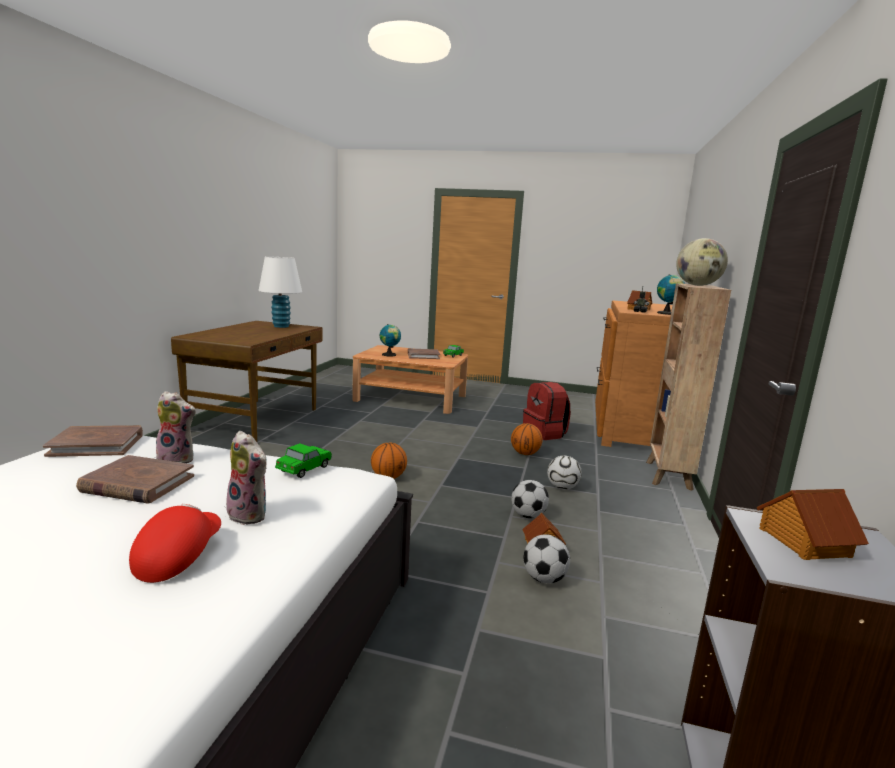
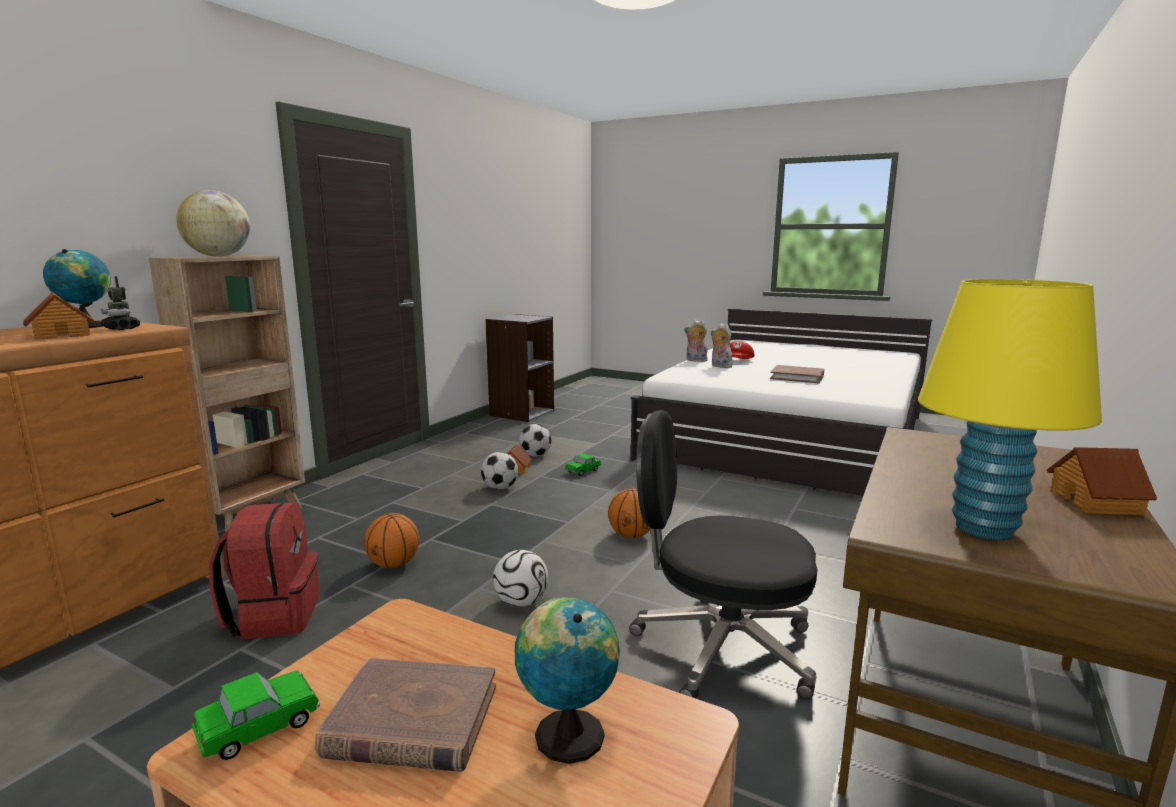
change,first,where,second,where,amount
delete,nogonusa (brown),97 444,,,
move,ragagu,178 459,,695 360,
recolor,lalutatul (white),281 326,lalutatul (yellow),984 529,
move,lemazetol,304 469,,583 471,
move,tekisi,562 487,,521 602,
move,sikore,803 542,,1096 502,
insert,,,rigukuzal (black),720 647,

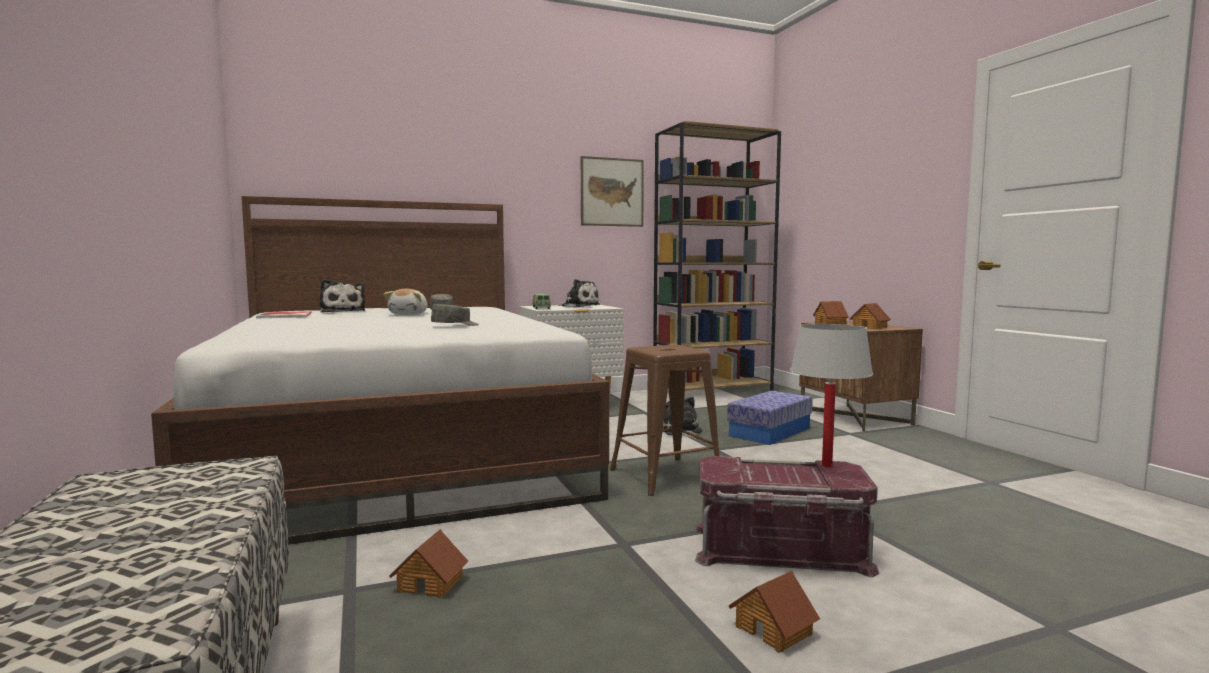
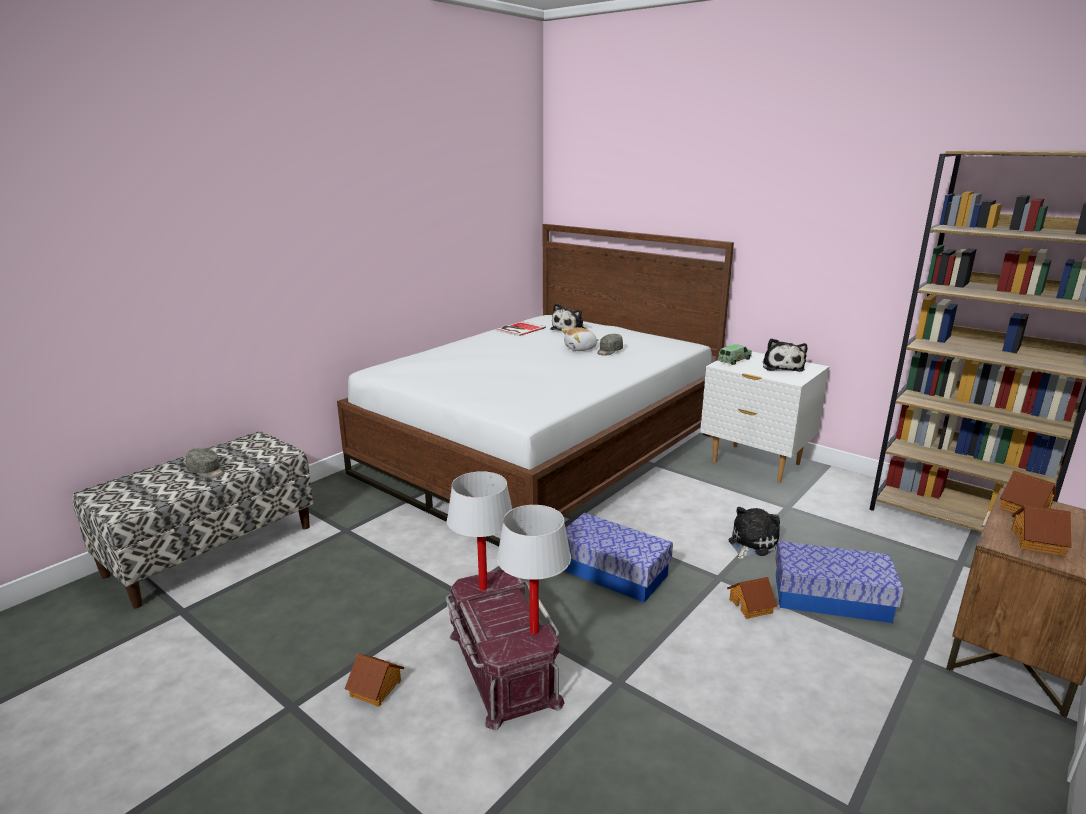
change,first,where,second,where,amount
move,sikore,431 583,,751 606,
move,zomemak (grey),455 325,,207 471,
delete,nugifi,612 192,,,
replace,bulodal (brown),665 475,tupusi,612 572,
insert,,,lalutatul (white),483 588,

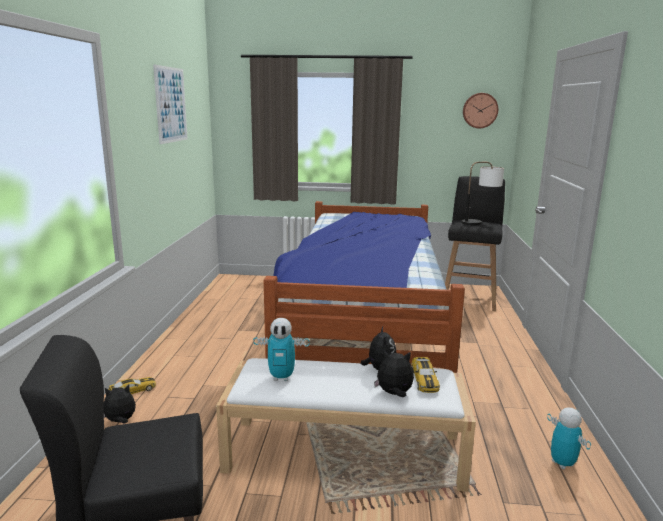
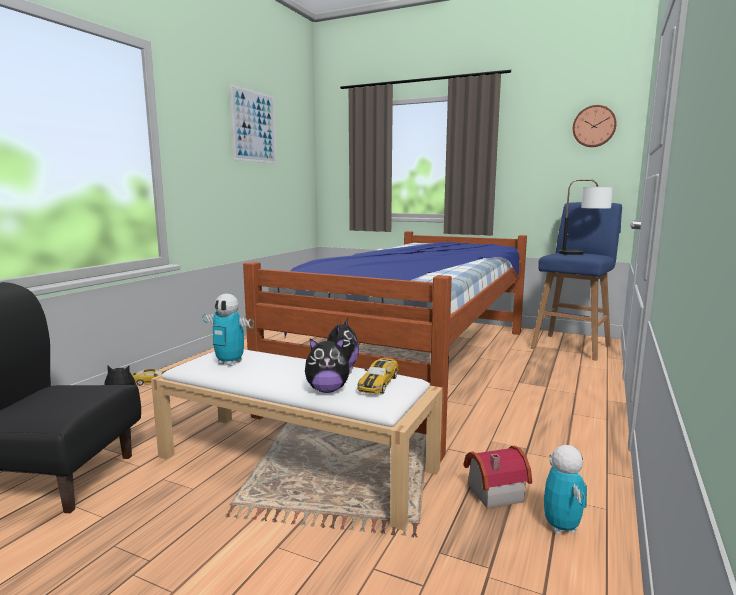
change,first,where,second,where,amount
rotate,ragagu,394 394,,327 390,150 degrees clockwise
recolor,bulodal (black),469 298,bulodal (blue),571 346,
insert,,,sikore,492 491,

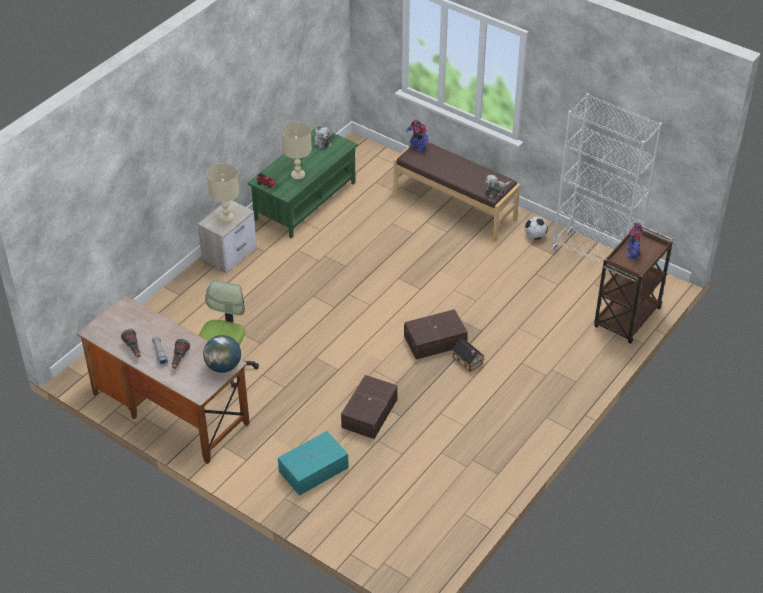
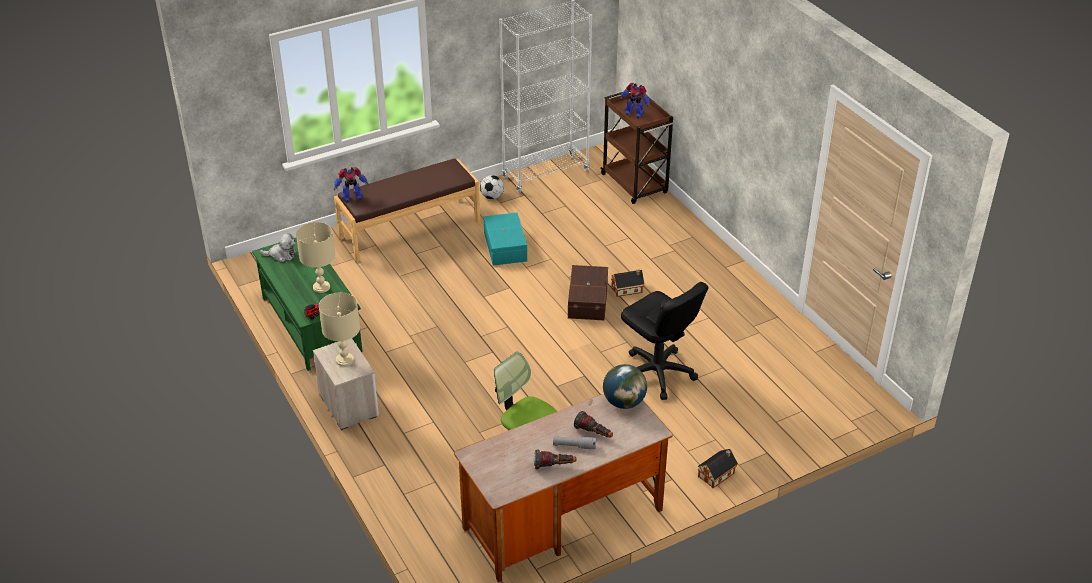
change,first,where,second,where,amount
move,tupusi (turquoise),312 469,,504 247,
replace,tupusi (brown),368 413,rigukuzal (black),657 373,
delete,ragagu,496 191,,,
insert,,,sikore,717 474,

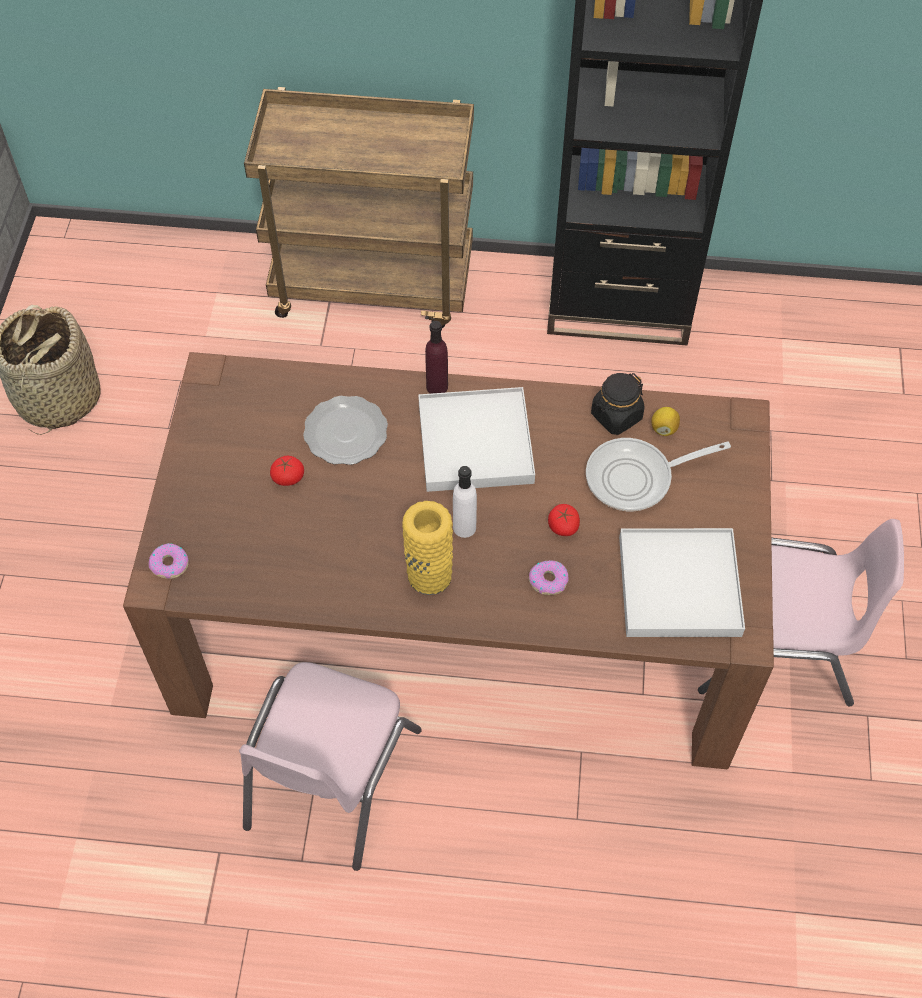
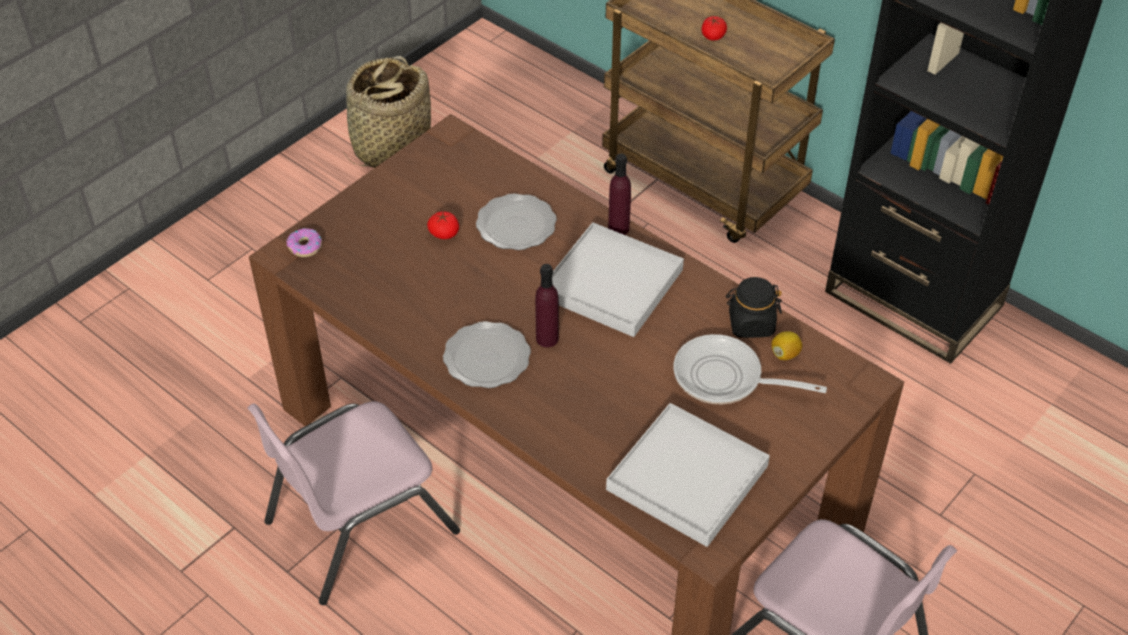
change,first,where,second,where,amount
replace,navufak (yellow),429 575,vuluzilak,488 357,
recolor,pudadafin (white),464 527,pudadafin (purple),547 338,
delete,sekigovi,548 580,,,
move,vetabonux,563 526,,713 36,

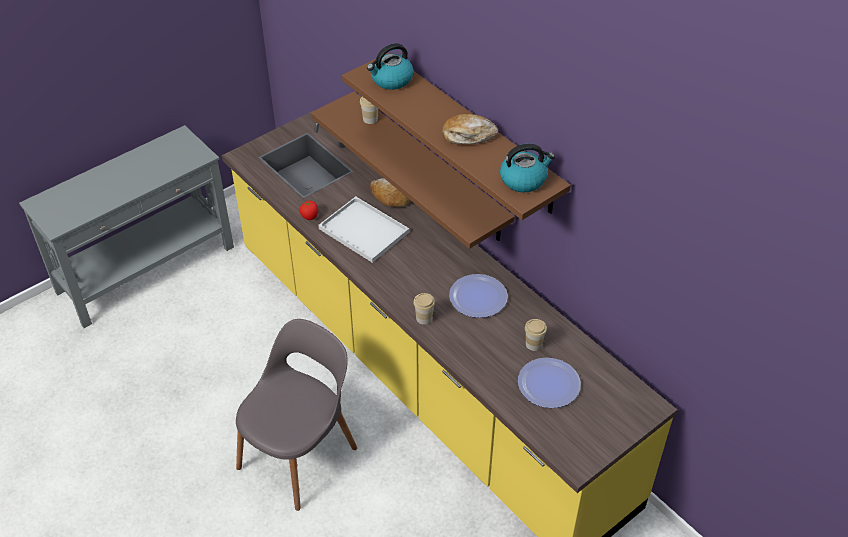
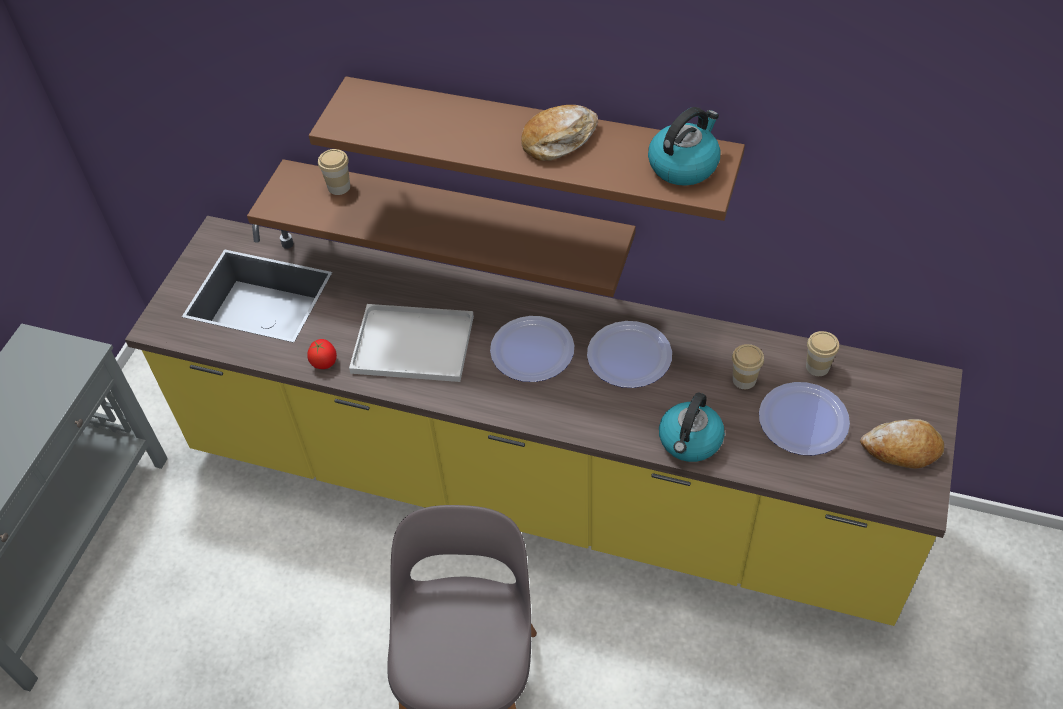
change,first,where,second,where,amount
move,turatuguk,391 80,,690 441,
move,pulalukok,390 197,,902 449,
move,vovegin,424 318,,817 367,
insert,,,vuluzilak,532 350,

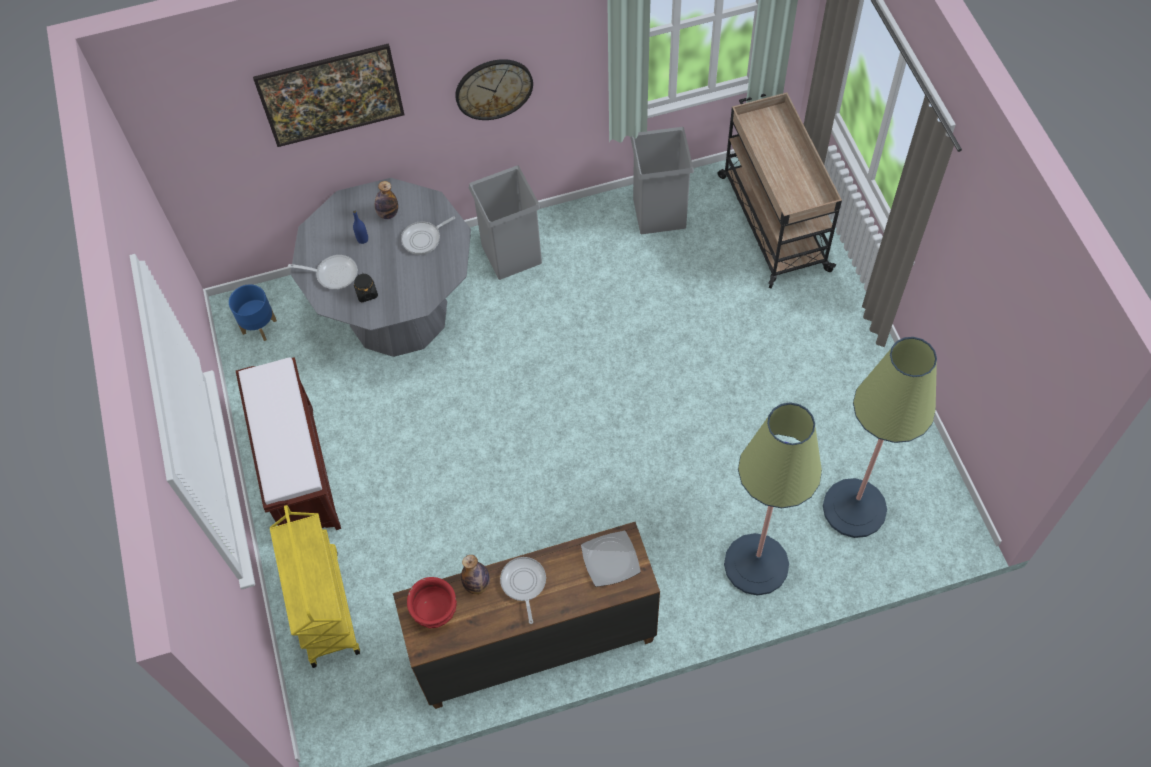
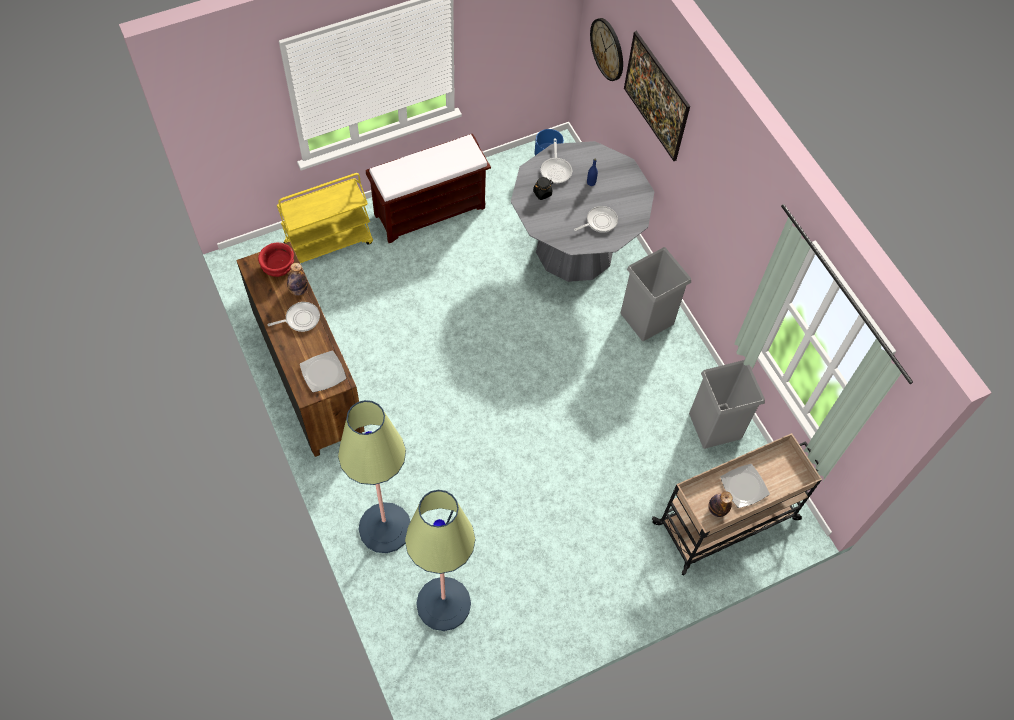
change,first,where,second,where,amount
move,pudadafin,388 213,,717 509,
rotate,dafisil,424 239,,599 222,105 degrees clockwise
move,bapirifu,493 88,,607 49,
insert,,,vuluzilak,744 487,

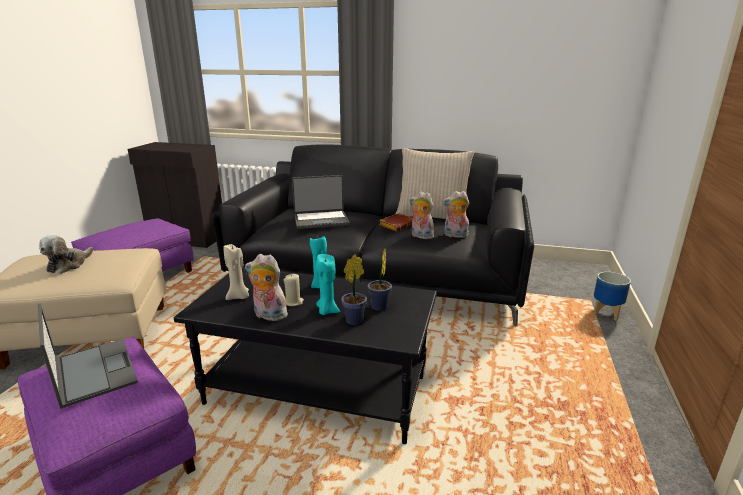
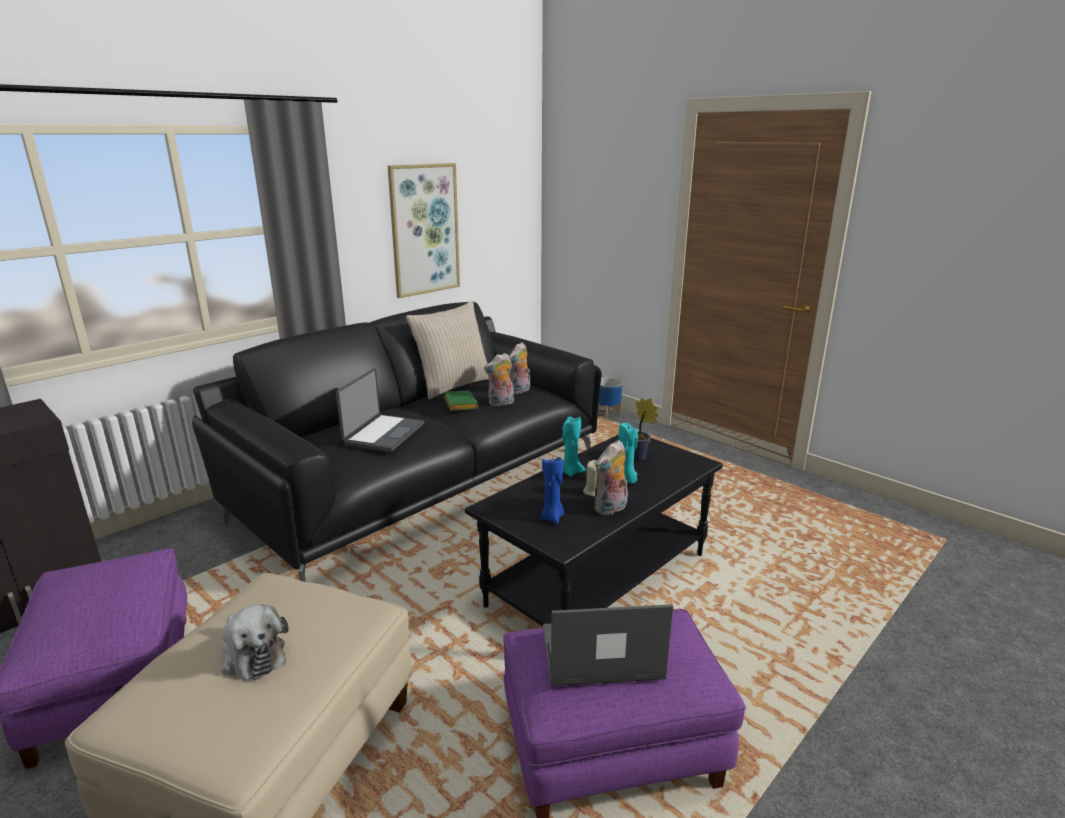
change,first,where,second,where,amount
recolor,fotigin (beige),239 297,fotigin (blue),552 517,
delete,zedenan,356 319,,,
recolor,nogonusa (brown),397 225,nogonusa (green),459 404,
insert,,,nugifi,424 230,

